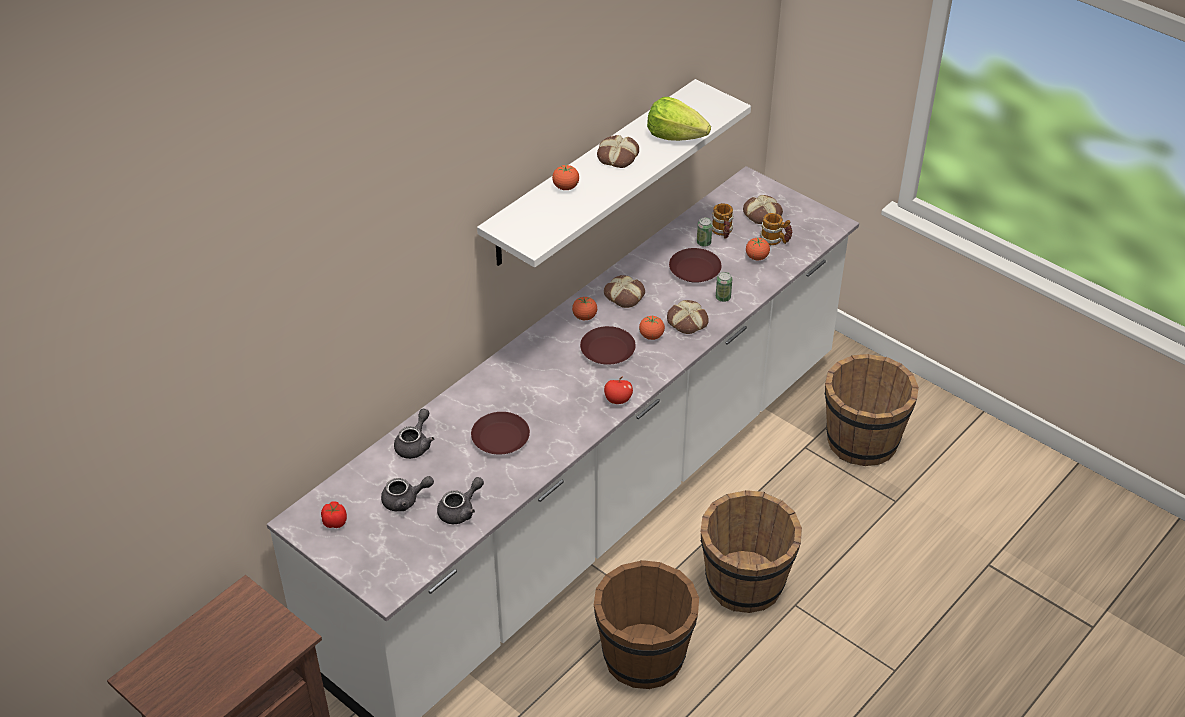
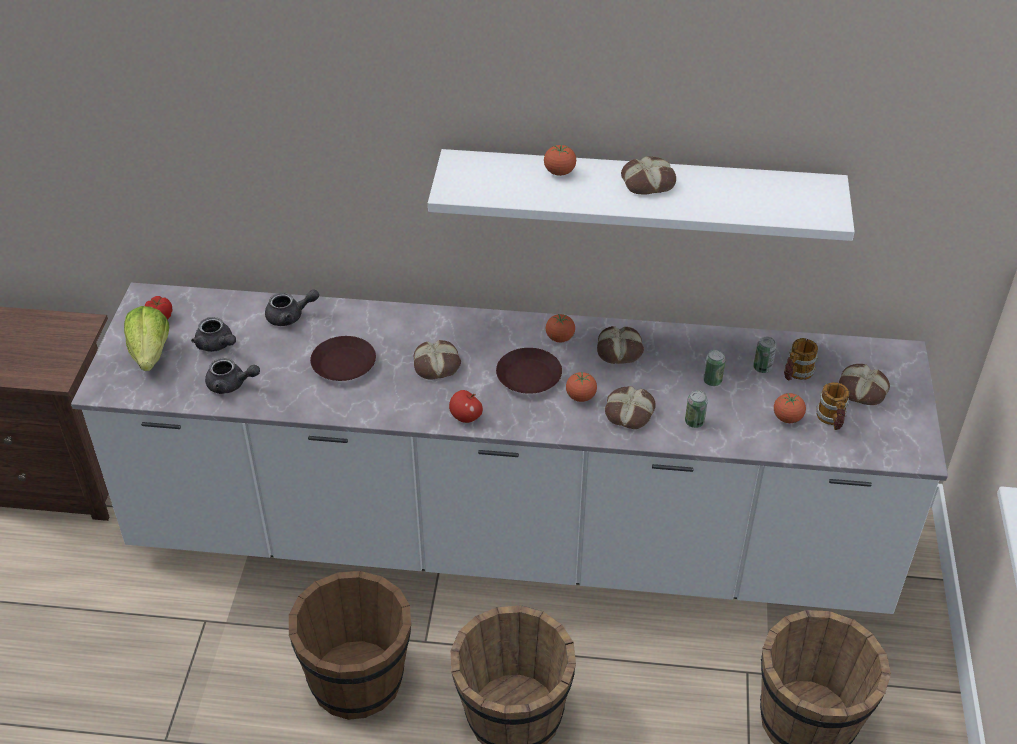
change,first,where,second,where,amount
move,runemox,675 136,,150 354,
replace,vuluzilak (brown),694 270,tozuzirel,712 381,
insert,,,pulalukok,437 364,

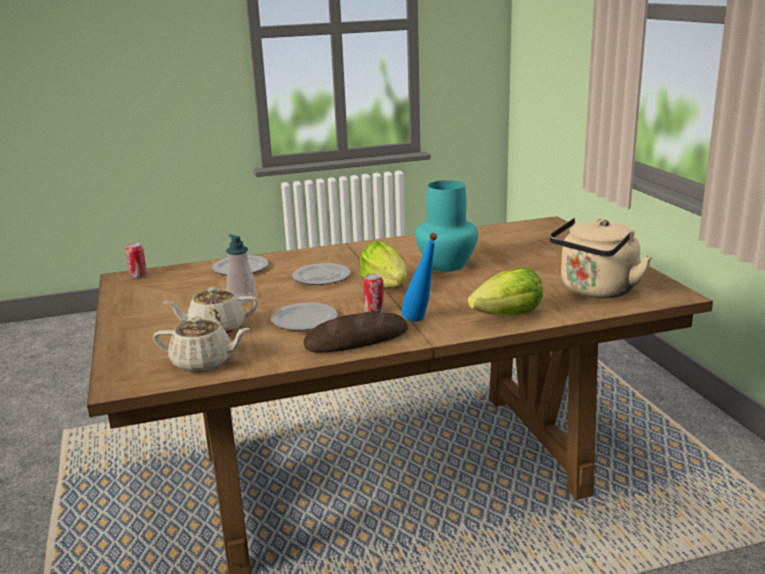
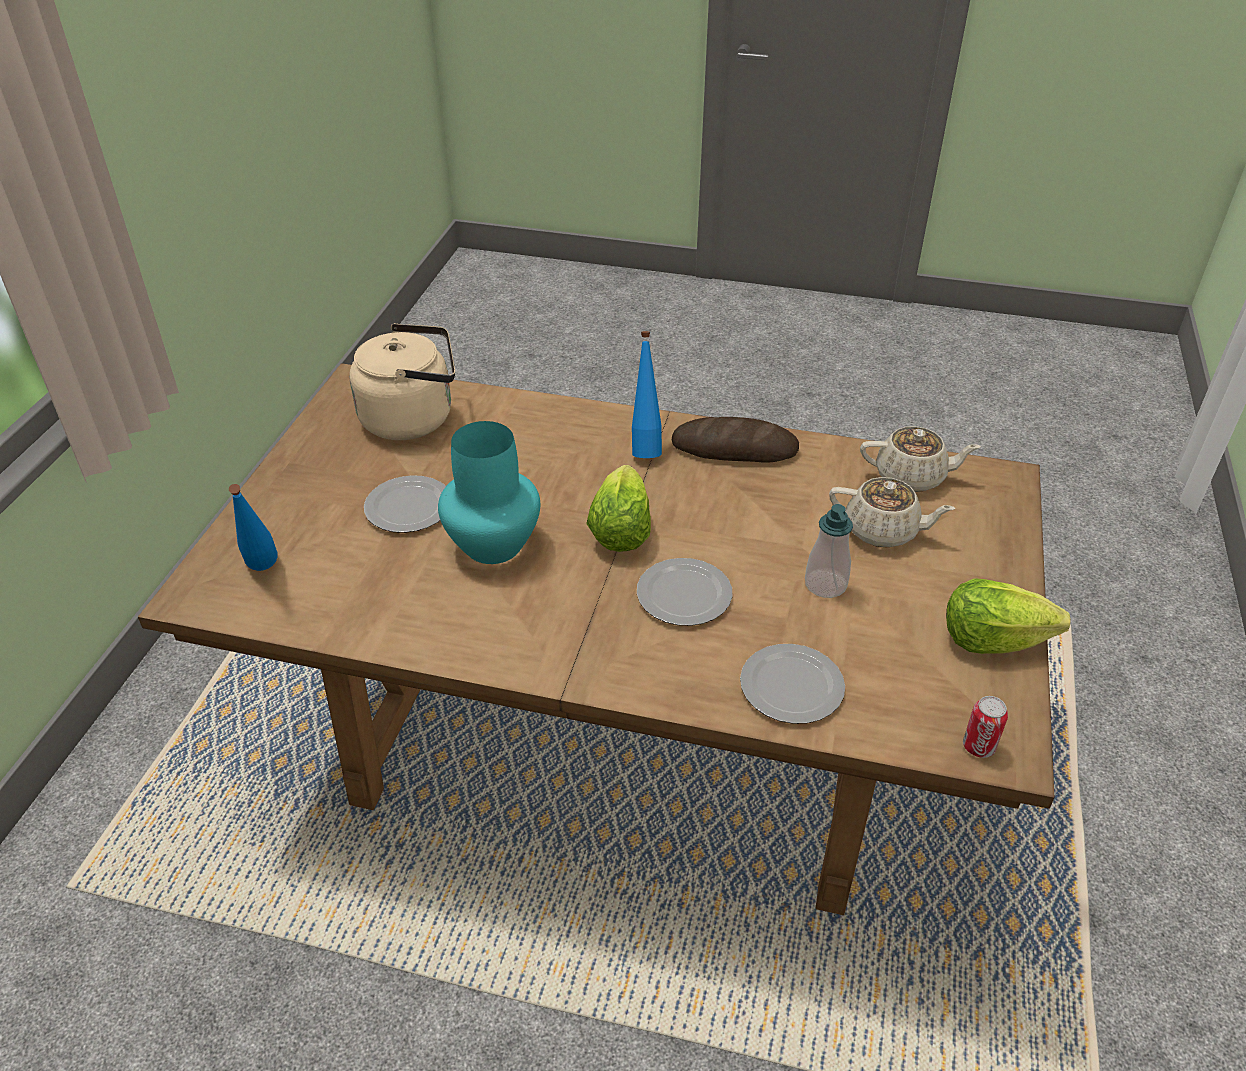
change,first,where,second,where,amount
rotate,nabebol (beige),204 363,,911 477,150 degrees clockwise
move,vuluzilak,304 319,,407 508,
delete,tozuzirel,374 311,,,
move,runemox,508 315,,992 640,
insert,,,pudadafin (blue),263 573,

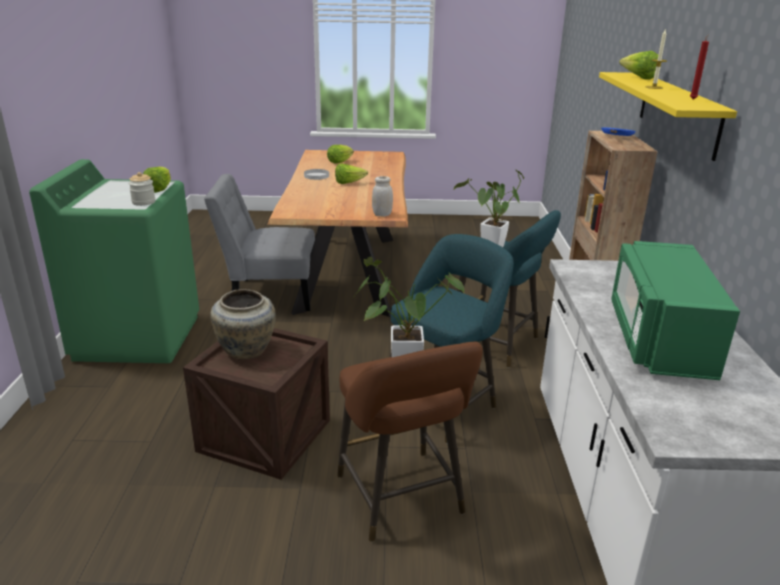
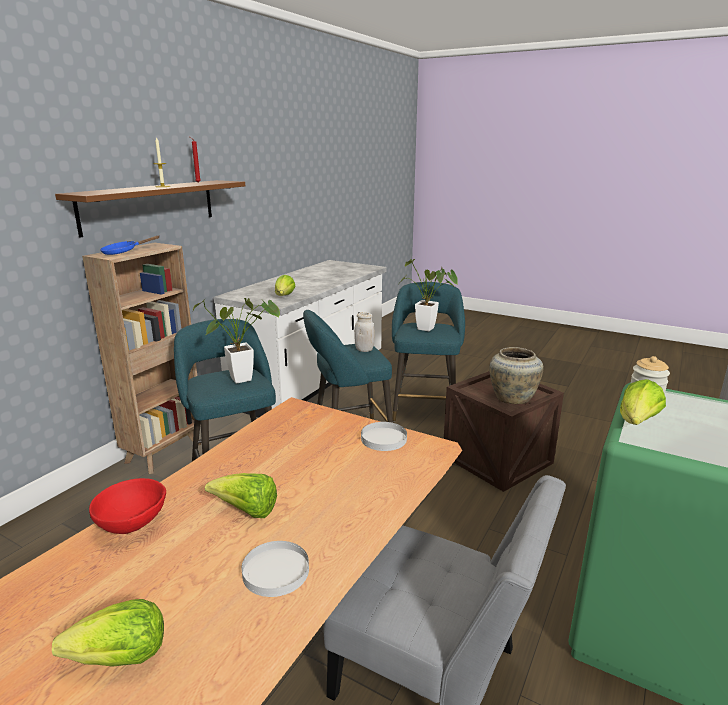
change,first,where,second,where,amount
recolor,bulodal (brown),402 500,bulodal (turquoise),424 407,
move,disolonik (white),382 214,,364 350,
recolor,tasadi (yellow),678 112,tasadi (brown),150 206,
delete,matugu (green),658 340,,,
move,runemox,638 78,,284 297,
insert,,,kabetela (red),133 523,
insert,,,vuluzilak (white),384 438,

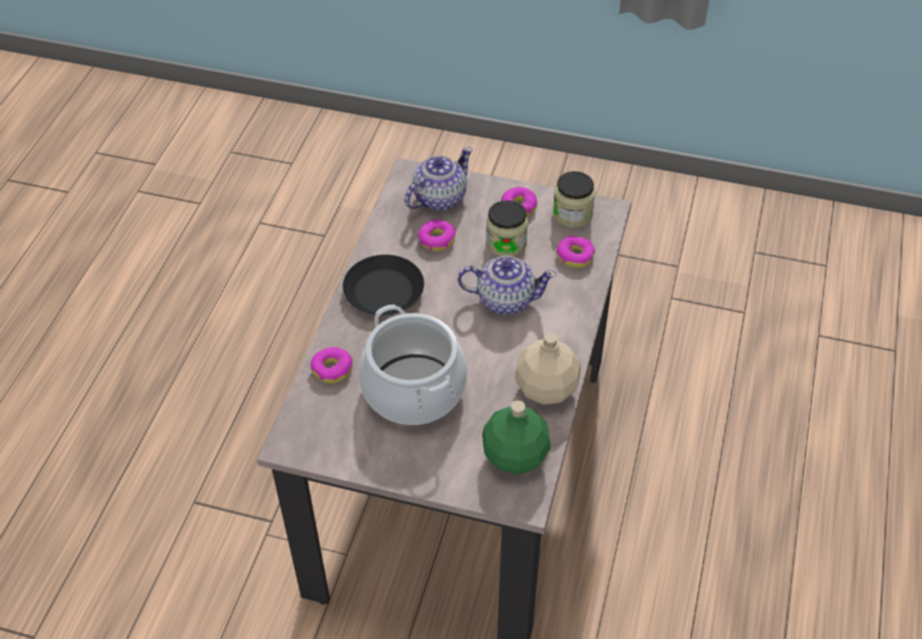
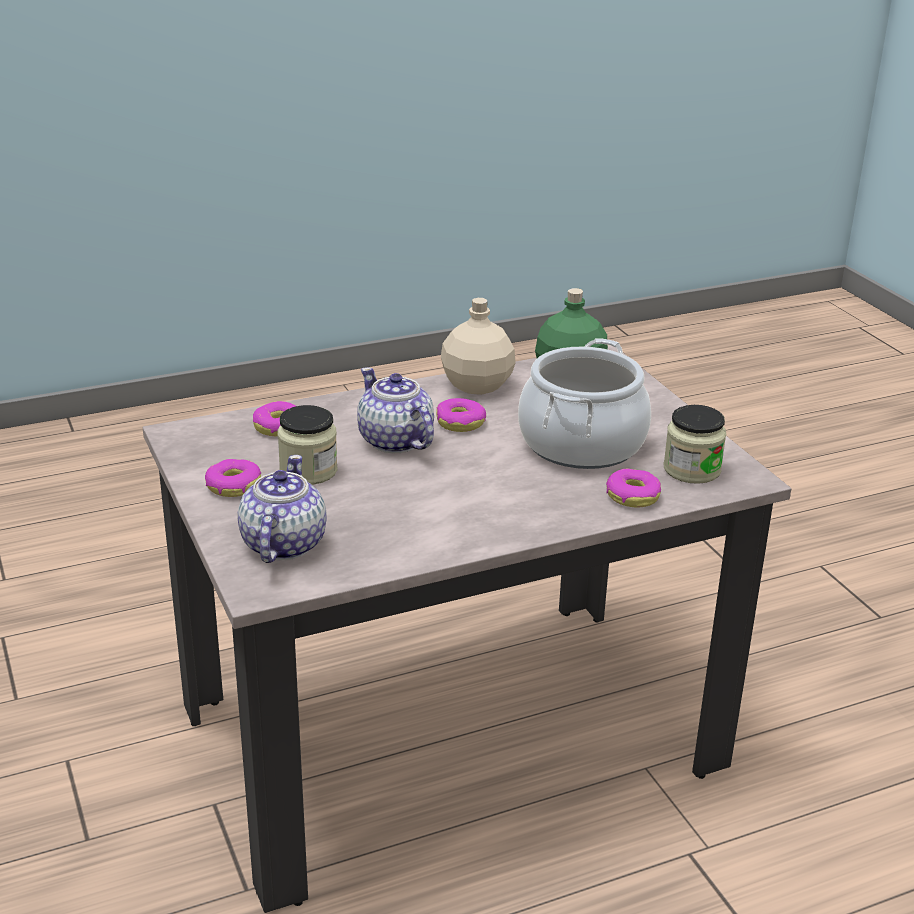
change,first,where,second,where,amount
delete,vuluzilak (black),383 292,,,
rotate,nabebol,438 198,,282 545,90 degrees clockwise
move,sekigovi,436 240,,460 422,
move,disolonik,572 214,,691 470,

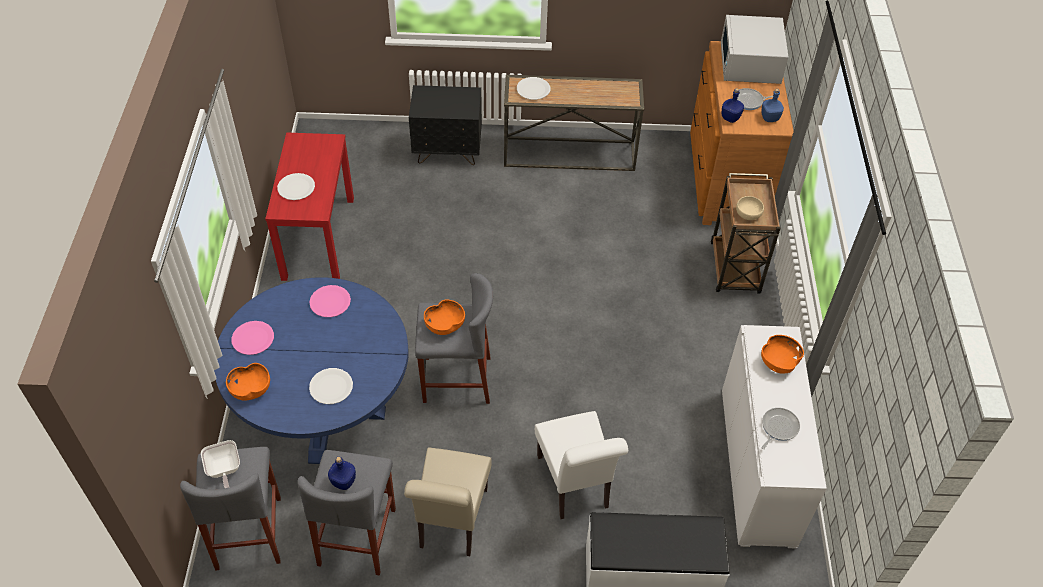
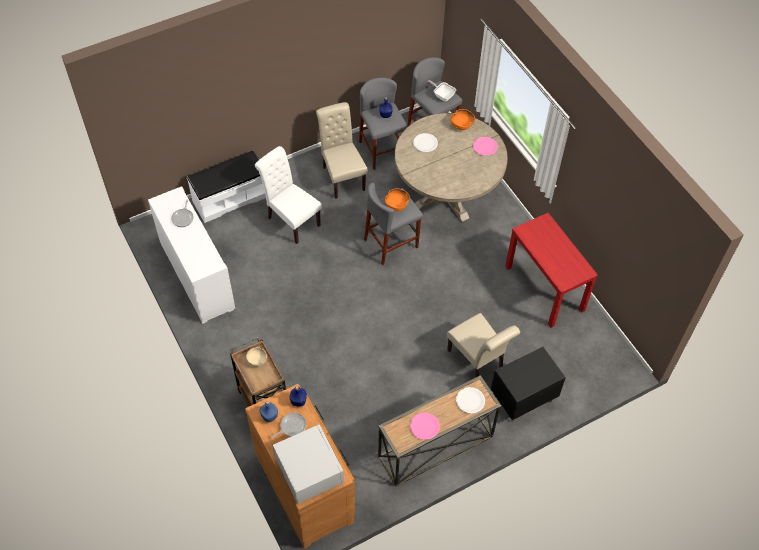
change,first,where,second,where,amount
recolor,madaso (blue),325 411,madaso (beige),446 195,
delete,vuluzilak (white),296 187,,,
move,vuluzilak (pink),330 302,,424 426,
delete,kabetela (orange),778 362,,,
insert,,,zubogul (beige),477 362,

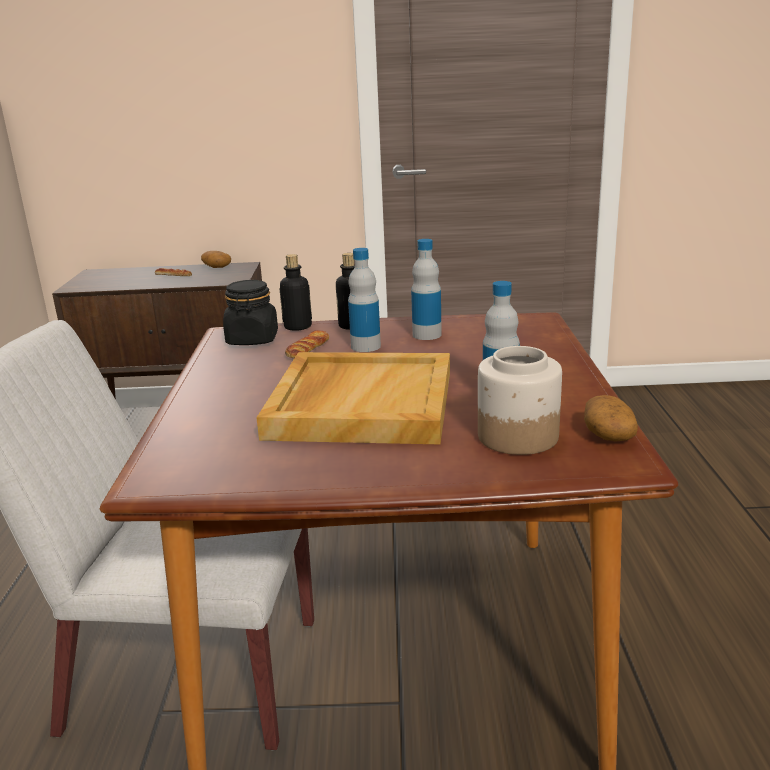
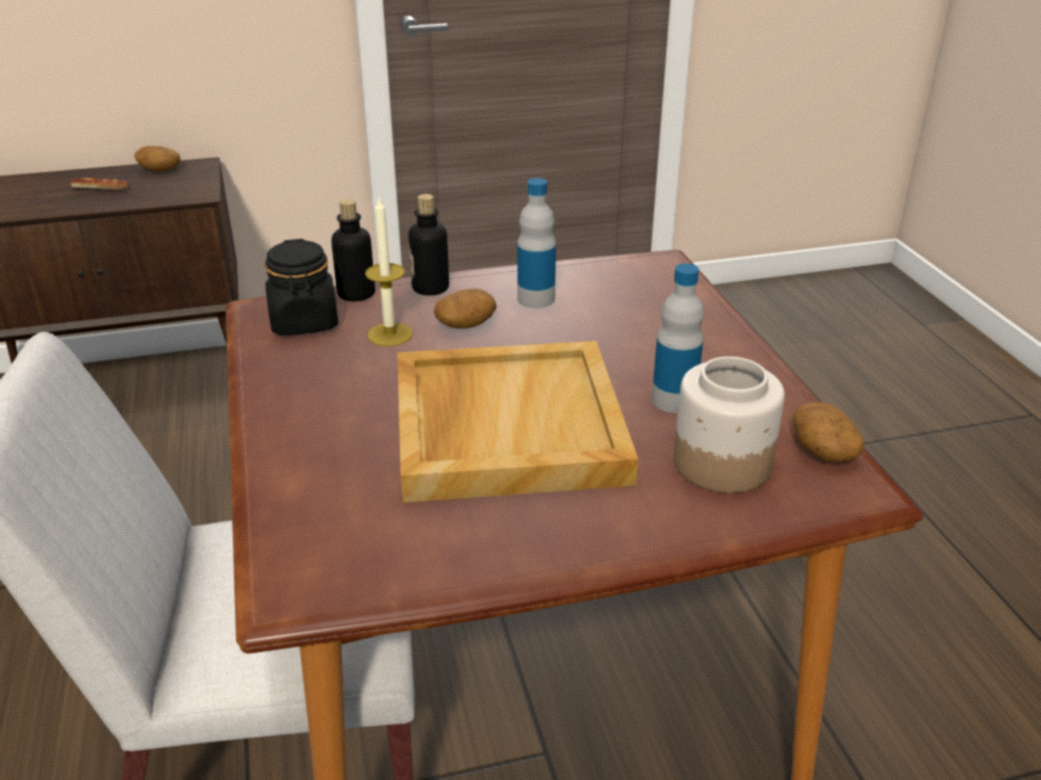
change,first,where,second,where,amount
replace,pulalukok,308 349,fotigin,390 334,
replace,pudadafin,365 346,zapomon,465 325,

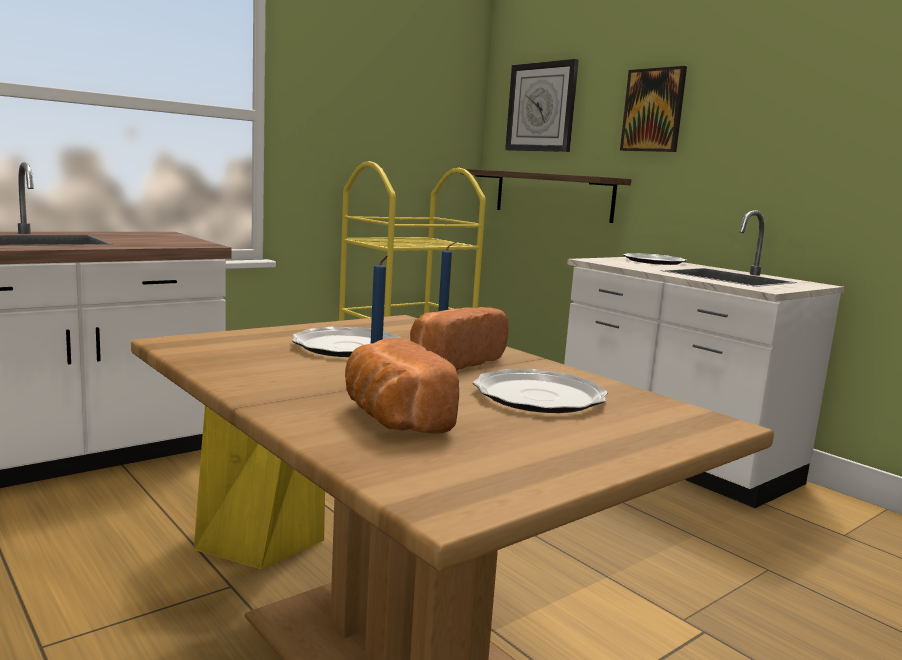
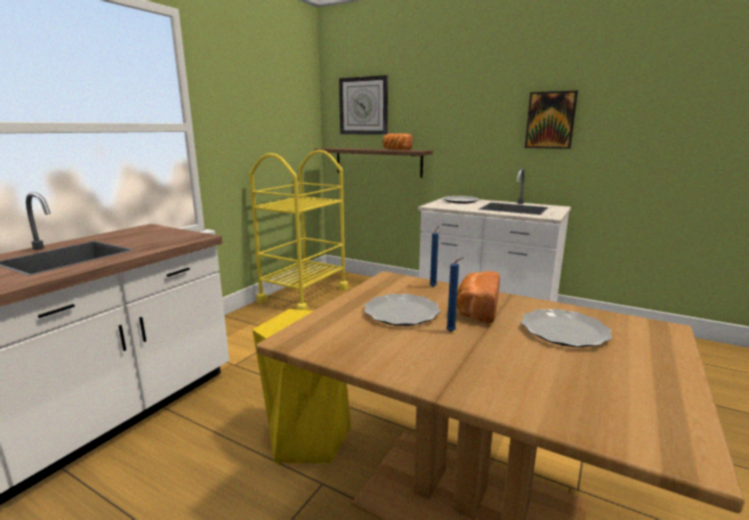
change,first,where,second,where,amount
move,pulalukok,392 418,,395 149,
move,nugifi,653 110,,550 120,

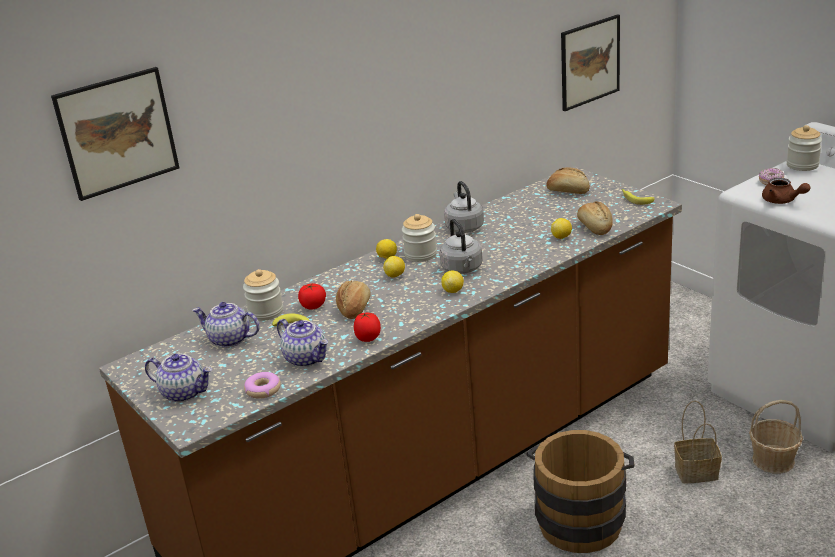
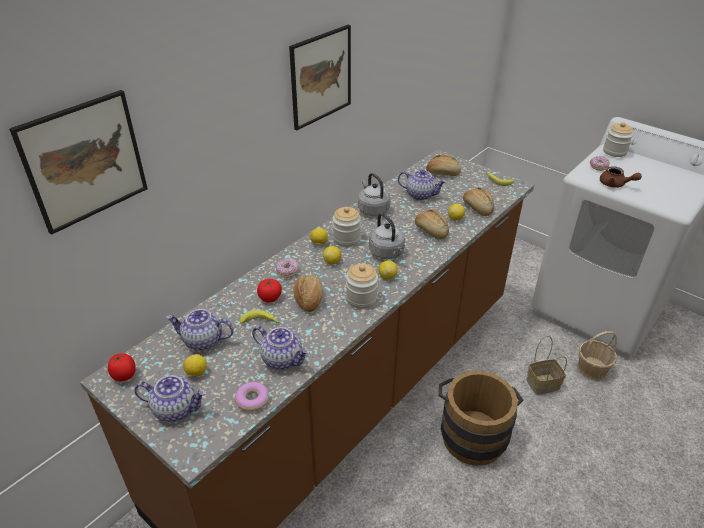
change,first,where,second,where,amount
move,disolonik,266 312,,361 298,
move,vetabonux,368 339,,125 376,
move,nugifi,589 62,,320 77,
insert,,,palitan,196 373,
insert,,,sekigovi,287 272,
insert,,,nabebol,420 195,
insert,,,pulalukok,431 231,

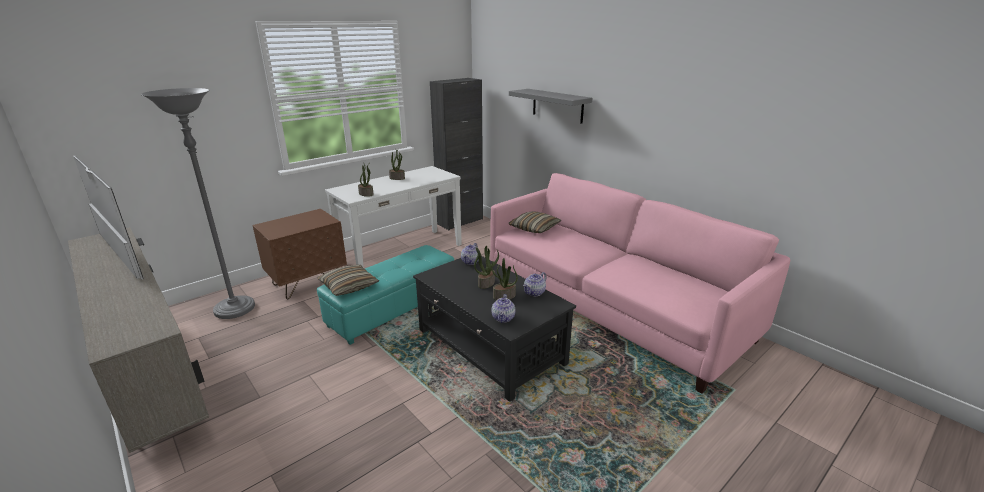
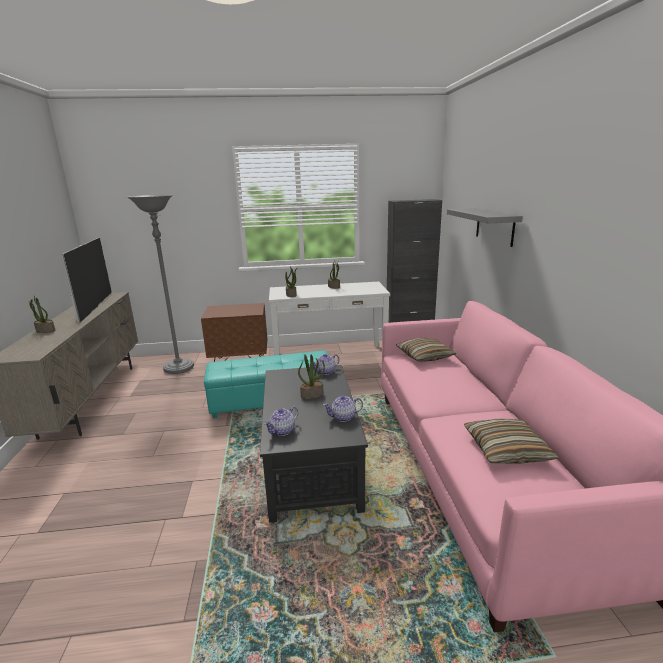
change,first,where,second,where,amount
move,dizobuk,349 286,,506 450,
move,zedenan,504 296,,45 331,

